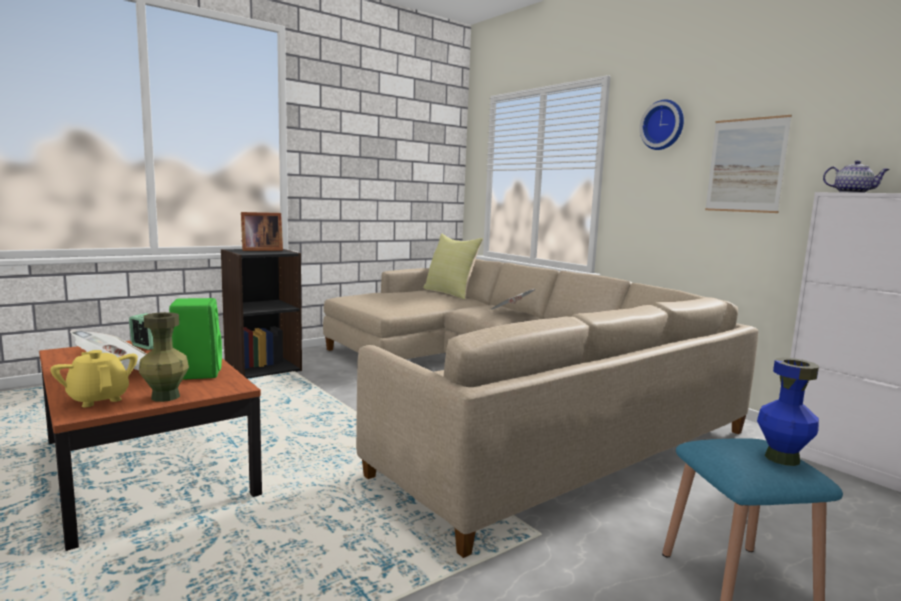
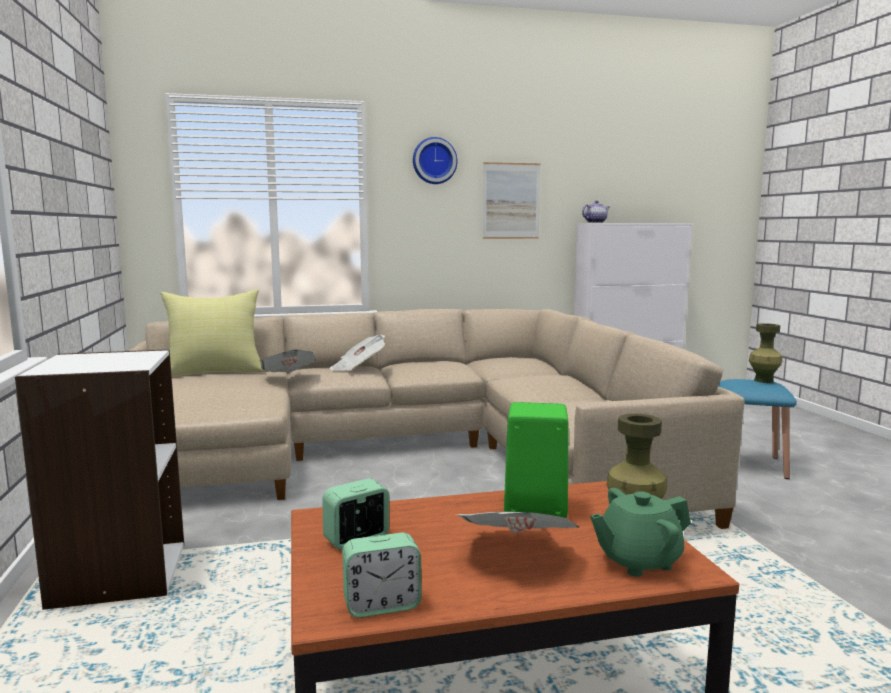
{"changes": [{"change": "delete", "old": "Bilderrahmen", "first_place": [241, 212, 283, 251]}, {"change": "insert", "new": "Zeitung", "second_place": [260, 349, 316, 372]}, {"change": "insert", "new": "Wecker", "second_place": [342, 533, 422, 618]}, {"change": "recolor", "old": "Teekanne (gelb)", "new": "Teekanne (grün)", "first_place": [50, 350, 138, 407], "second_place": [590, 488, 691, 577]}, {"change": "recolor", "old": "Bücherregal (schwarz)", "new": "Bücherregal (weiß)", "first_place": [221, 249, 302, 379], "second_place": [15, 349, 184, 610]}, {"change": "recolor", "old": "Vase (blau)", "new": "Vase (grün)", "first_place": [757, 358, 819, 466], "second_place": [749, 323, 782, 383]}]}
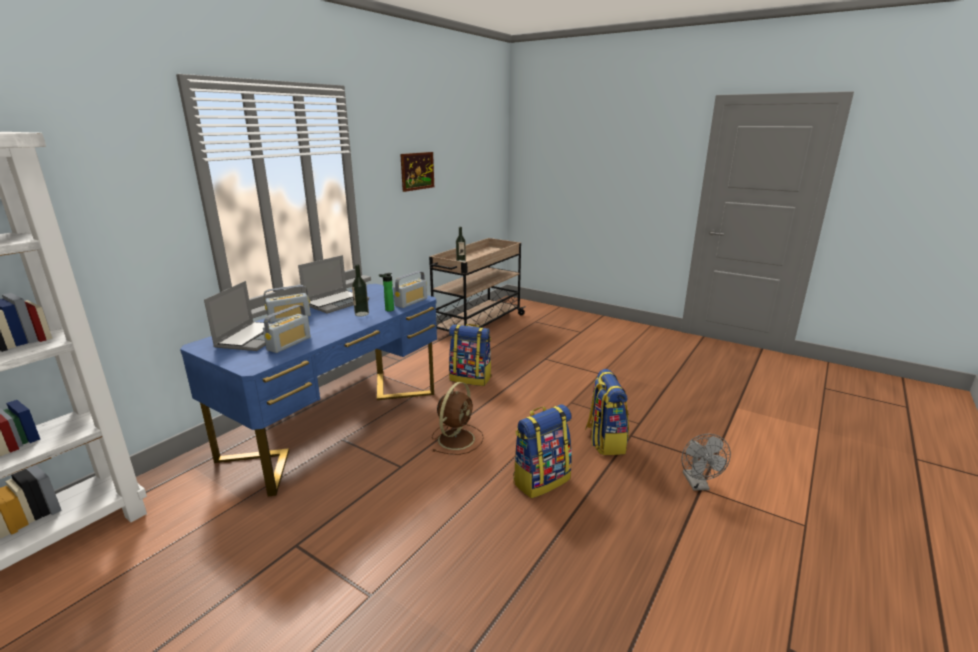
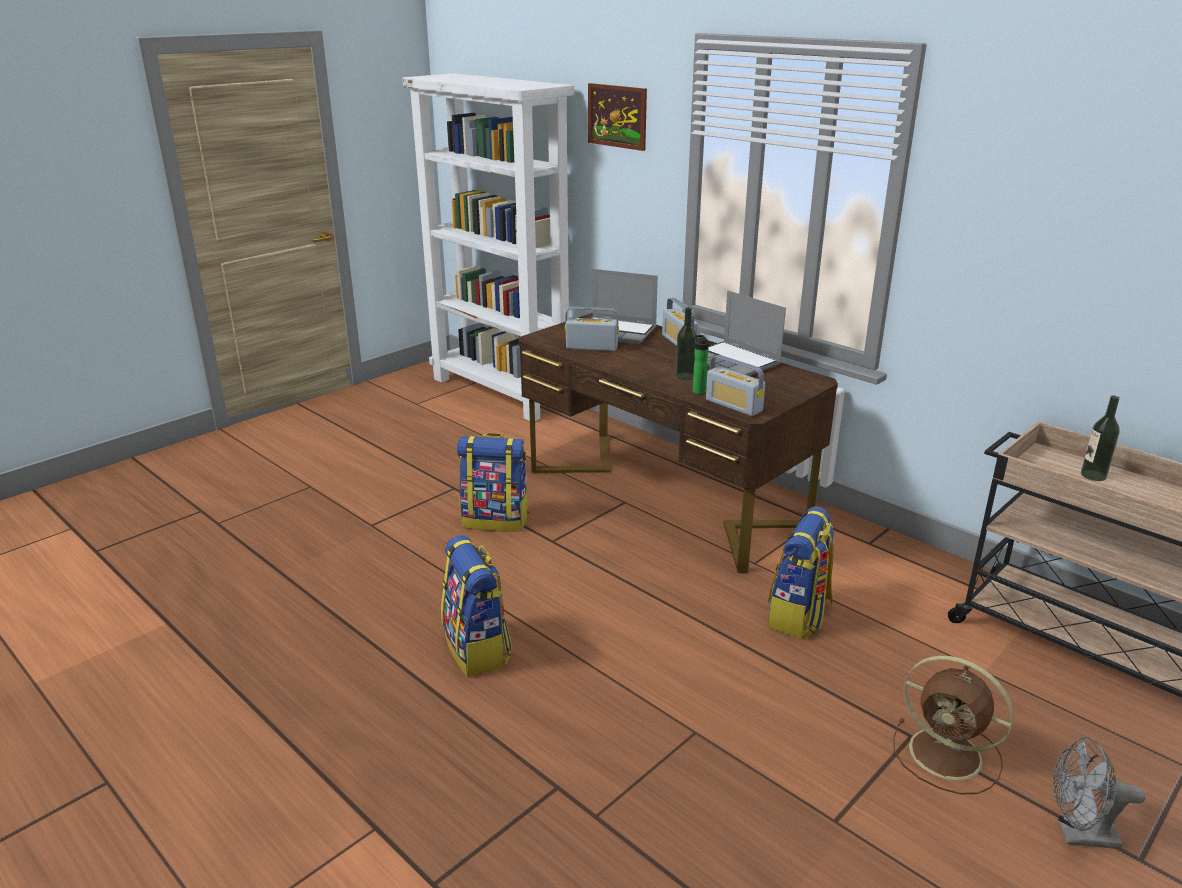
{"changes": [{"change": "move", "old": "Bild", "first_place": [400, 152, 434, 192], "second_place": [588, 83, 647, 151]}, {"change": "move", "old": "Ventilator (braun)", "first_place": [432, 382, 484, 455], "second_place": [893, 656, 1014, 794]}, {"change": "move", "old": "Rucksack", "first_place": [585, 369, 629, 455], "second_place": [457, 433, 529, 532]}, {"change": "move", "old": "Ventilator (grau)", "first_place": [681, 434, 731, 490], "second_place": [1053, 737, 1145, 849]}, {"change": "recolor", "old": "Schreibtisch (blau)", "new": "Schreibtisch (braun)", "first_place": [180, 284, 437, 497], "second_place": [519, 313, 838, 573]}, {"change": "rotate", "old": "Radio", "first_place": [263, 305, 311, 353], "second_place": [565, 307, 619, 351], "degrees": 150}]}
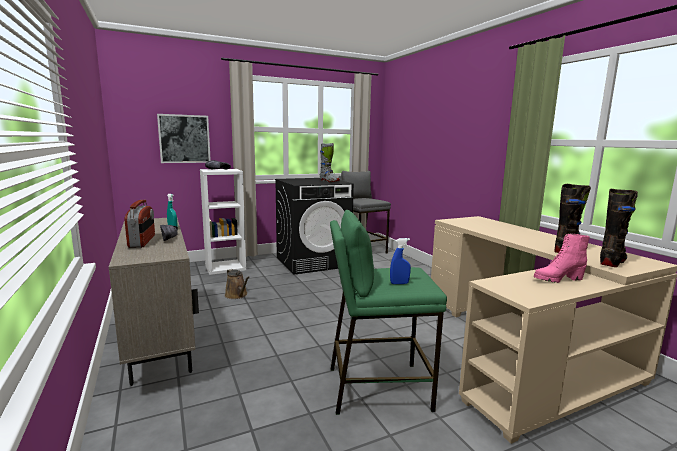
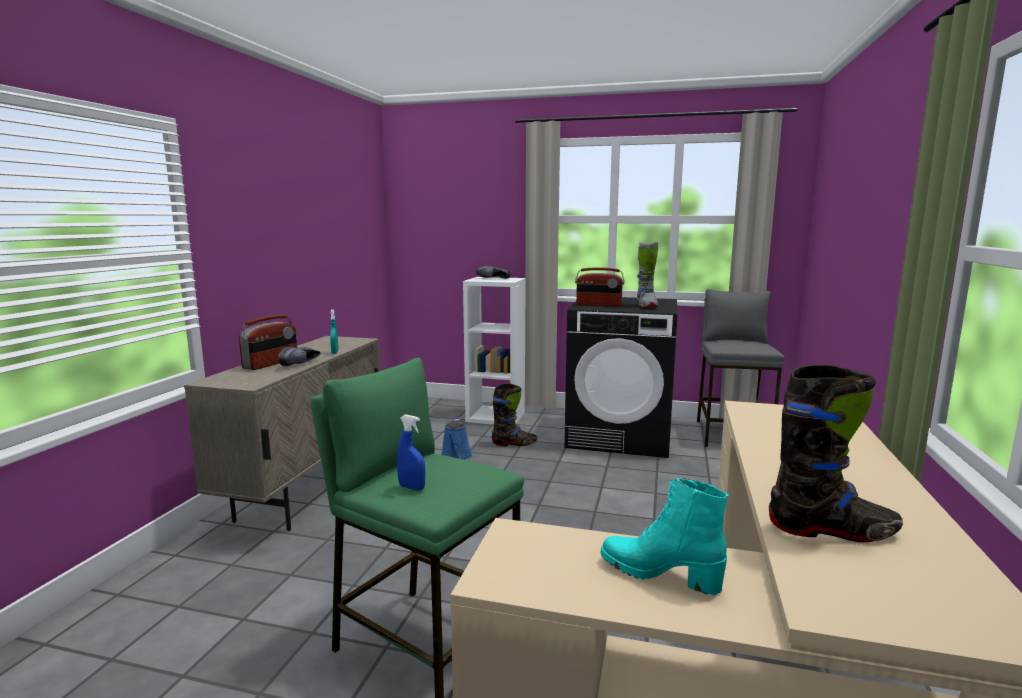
{"changes": [{"change": "delete", "old": "Bild", "first_place": [157, 114, 211, 163]}, {"change": "insert", "new": "Radio", "second_place": [575, 267, 624, 306]}, {"change": "move", "old": "Stiefel (schwarz)", "first_place": [600, 189, 638, 267], "second_place": [492, 383, 537, 446]}, {"change": "recolor", "old": "Gießkanne (braun)", "new": "Gießkanne (blau)", "first_place": [225, 269, 250, 299], "second_place": [441, 419, 472, 460]}, {"change": "recolor", "old": "Stiefel (rosa)", "new": "Stiefel (türkis)", "first_place": [534, 234, 590, 283], "second_place": [601, 478, 728, 595]}]}
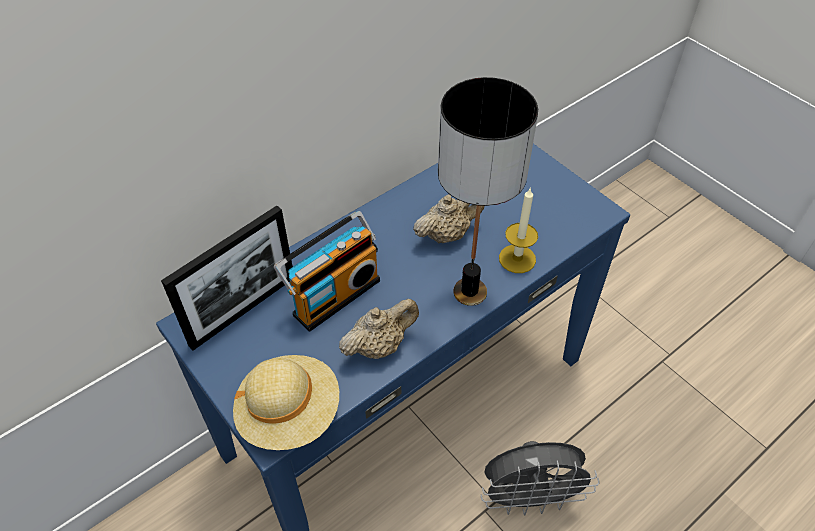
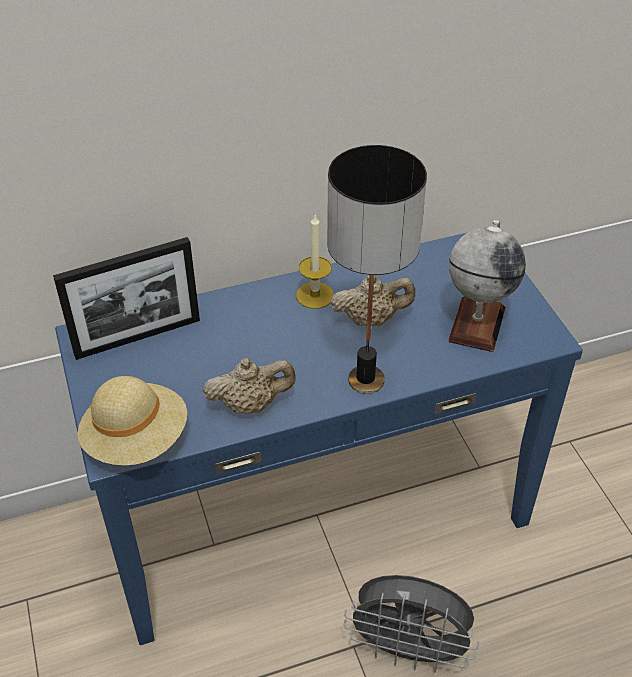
{"changes": [{"change": "delete", "old": "Radio", "first_place": [274, 211, 380, 332]}, {"change": "insert", "new": "Globus", "second_place": [448, 220, 526, 352]}, {"change": "move", "old": "Kerze", "first_place": [499, 187, 538, 273], "second_place": [296, 215, 334, 309]}]}
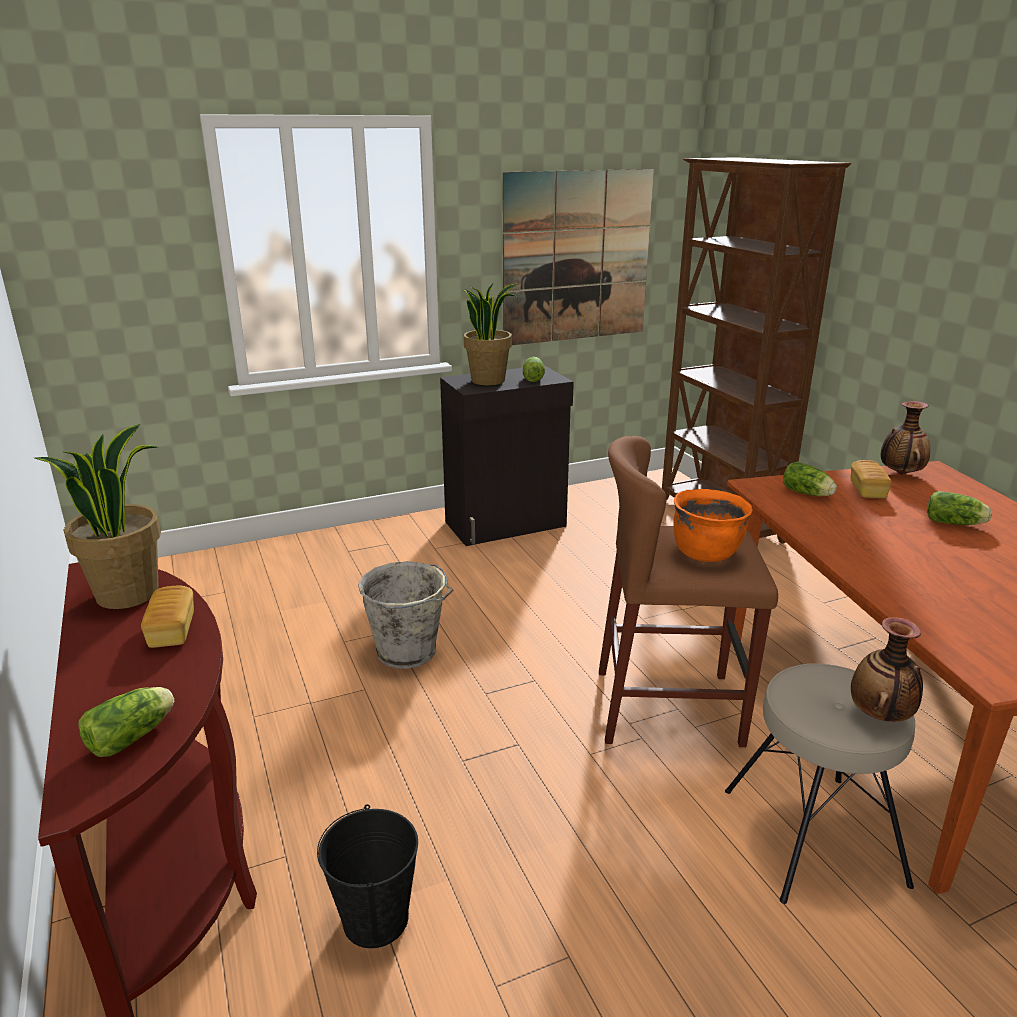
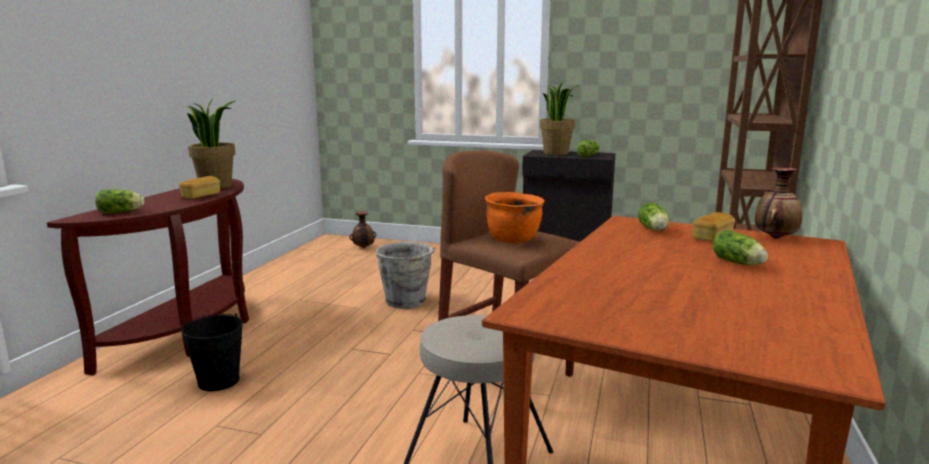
{"changes": [{"change": "delete", "old": "Bild", "first_place": [503, 169, 654, 345]}, {"change": "move", "old": "Vase", "first_place": [851, 617, 923, 722], "second_place": [350, 211, 376, 248]}]}
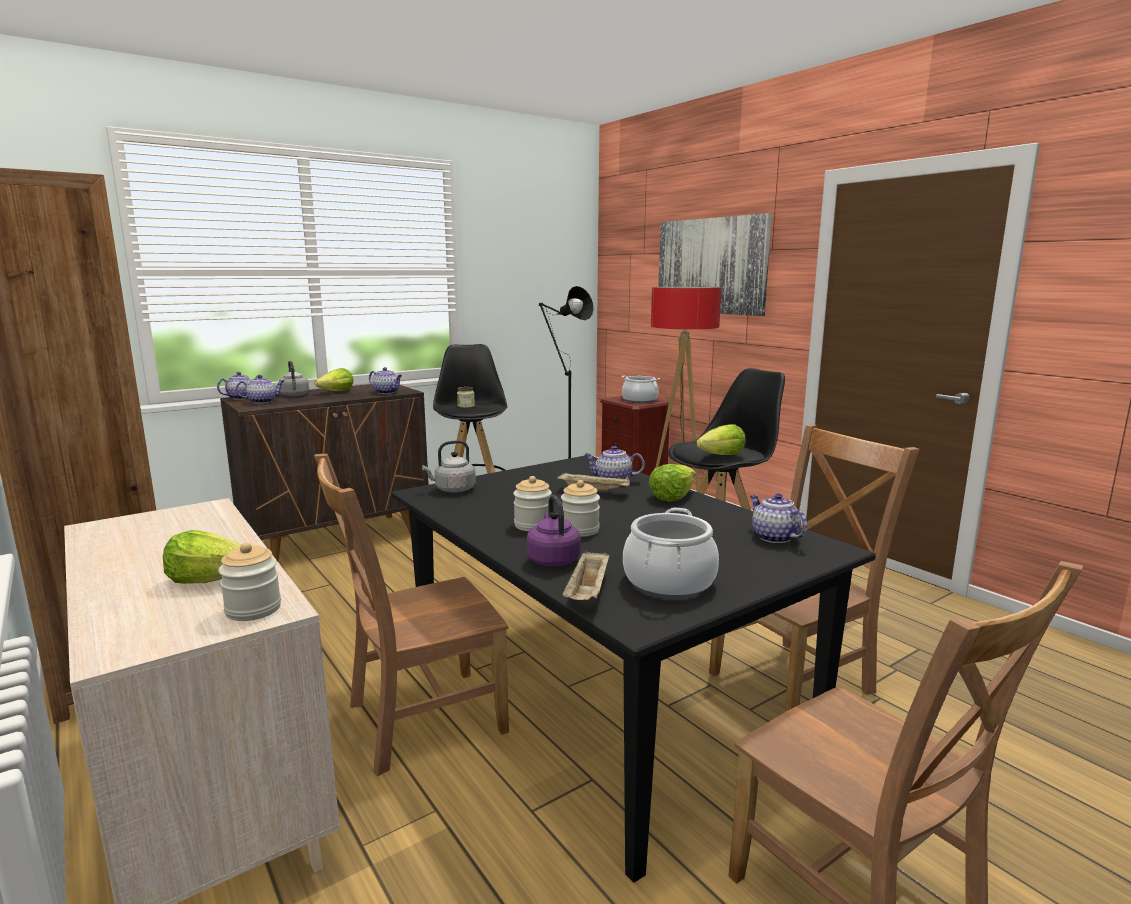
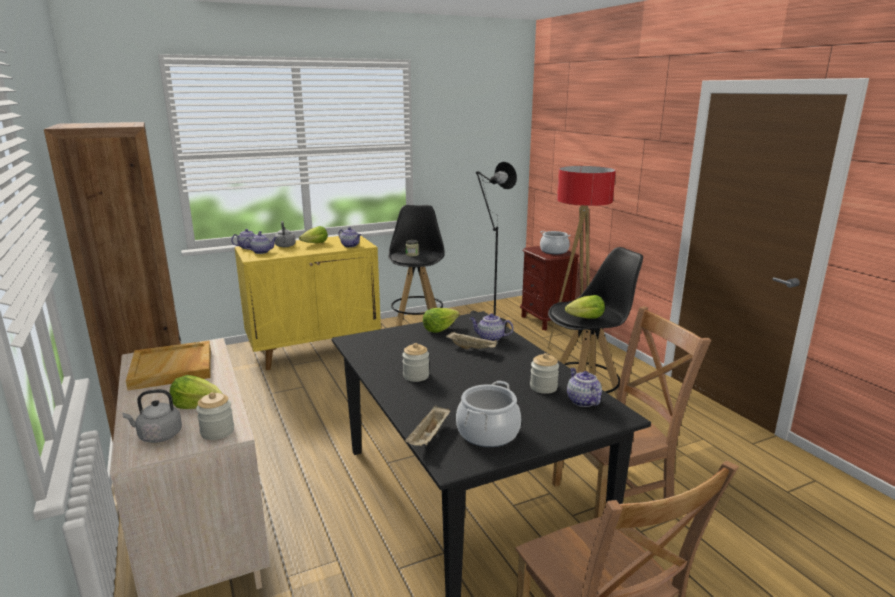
{"changes": [{"change": "delete", "old": "Stuhl (braun)", "first_place": [314, 454, 509, 776]}, {"change": "delete", "old": "Wasserkessel (lila)", "first_place": [527, 495, 581, 567]}, {"change": "delete", "old": "Bild", "first_place": [658, 213, 772, 316]}, {"change": "insert", "new": "Tablett (beige)", "second_place": [126, 341, 211, 390]}, {"change": "move", "old": "Wasserkessel (grau)", "first_place": [422, 440, 476, 493], "second_place": [122, 389, 182, 443]}, {"change": "move", "old": "Vorratsglas", "first_place": [561, 480, 600, 537], "second_place": [530, 353, 559, 394]}, {"change": "move", "old": "Salatkopf", "first_place": [649, 464, 696, 501], "second_place": [423, 308, 460, 333]}, {"change": "recolor", "old": "Schrank (braun)", "new": "Schrank (gelb)", "first_place": [220, 384, 429, 562], "second_place": [234, 235, 381, 370]}]}
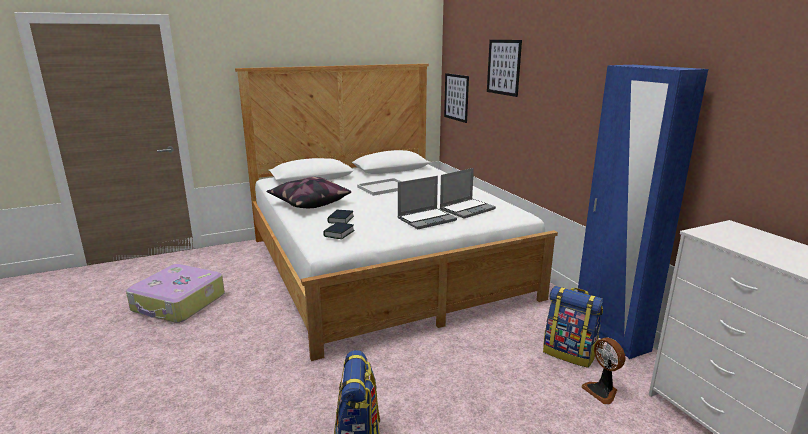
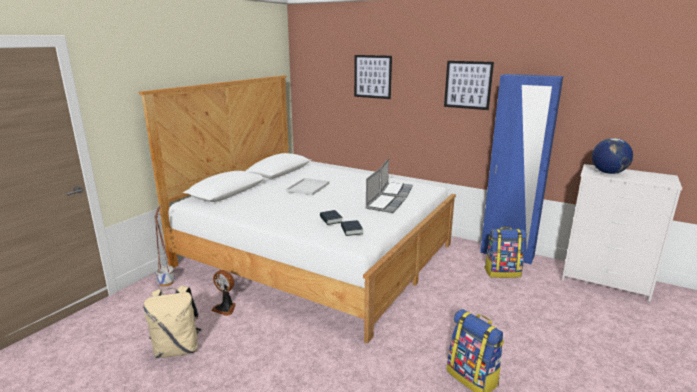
{"changes": [{"change": "delete", "old": "Kissen", "first_place": [266, 177, 351, 208]}, {"change": "insert", "new": "Pflanzkübel", "second_place": [154, 205, 175, 287]}, {"change": "insert", "new": "Globus", "second_place": [592, 138, 633, 174]}, {"change": "move", "old": "Bild", "first_place": [444, 73, 469, 123], "second_place": [444, 61, 494, 110]}, {"change": "move", "old": "Ventilator", "first_place": [581, 337, 626, 404], "second_place": [211, 270, 236, 316]}, {"change": "replace", "old": "Koffer", "new": "Rucksack (beige)", "first_place": [126, 264, 225, 323], "second_place": [143, 286, 201, 358]}]}
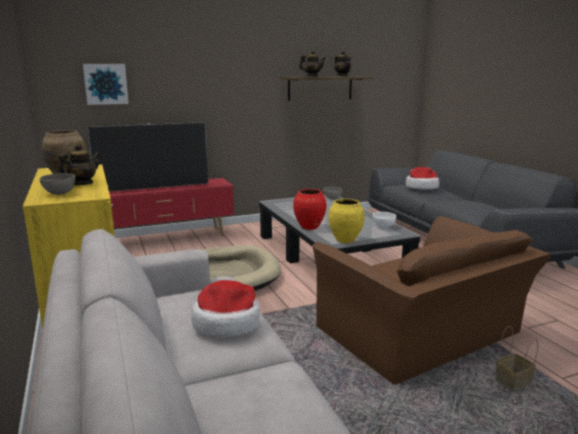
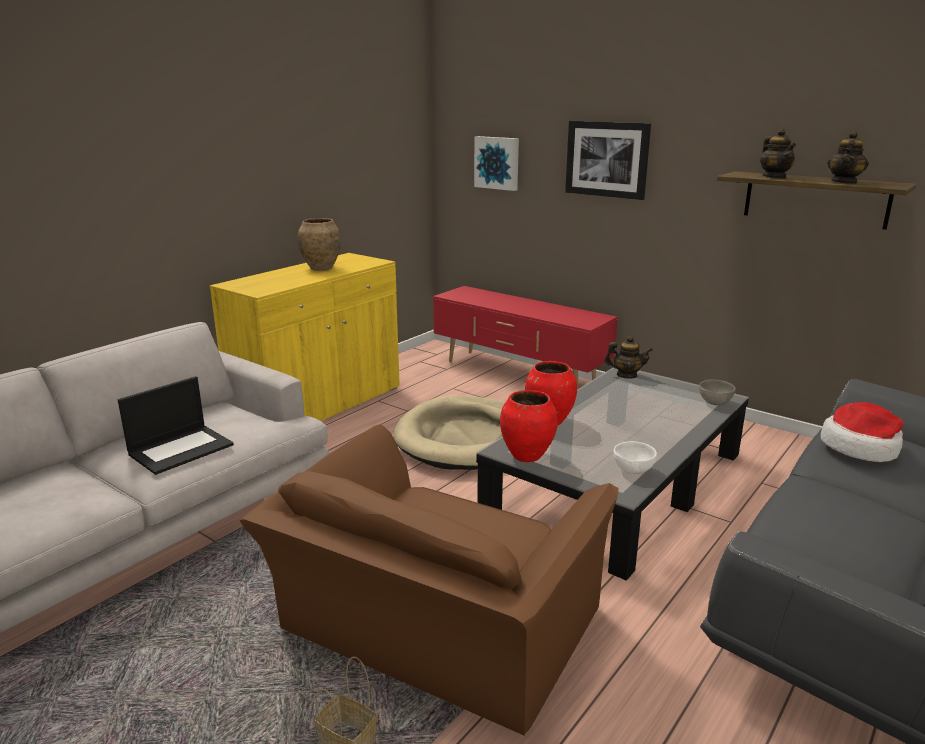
{"changes": [{"change": "delete", "old": "Schüssel (grau)", "first_place": [40, 173, 75, 195]}, {"change": "delete", "old": "Fernseher", "first_place": [88, 122, 208, 192]}, {"change": "insert", "new": "Bild", "second_place": [565, 120, 651, 200]}, {"change": "move", "old": "Teekanne", "first_place": [58, 144, 100, 185], "second_place": [604, 336, 653, 379]}, {"change": "replace", "old": "Hut", "new": "Laptop", "first_place": [191, 280, 260, 337], "second_place": [118, 376, 234, 475]}, {"change": "recolor", "old": "Vase (gelb)", "new": "Vase (rot)", "first_place": [328, 199, 365, 243], "second_place": [500, 390, 558, 462]}]}
